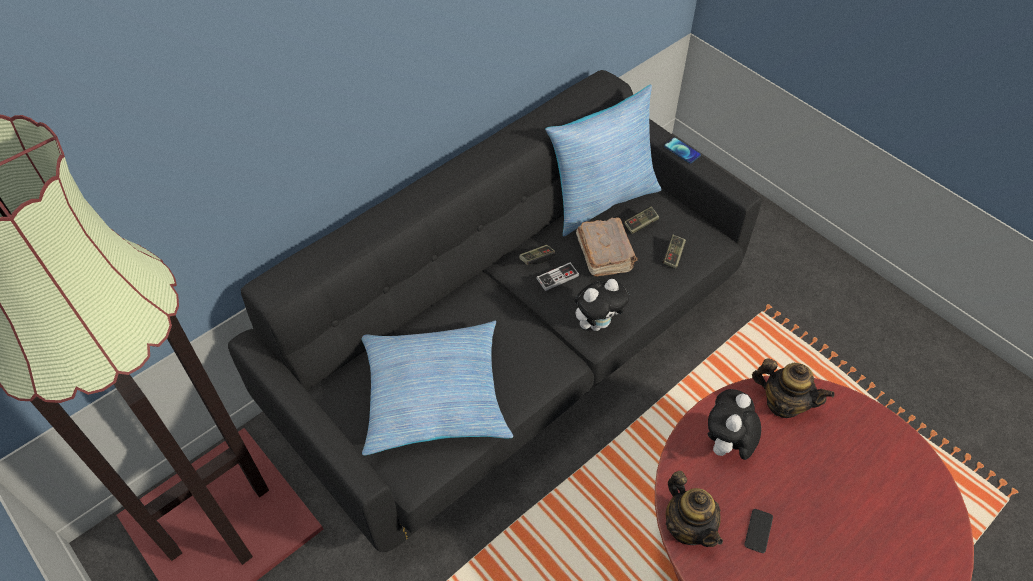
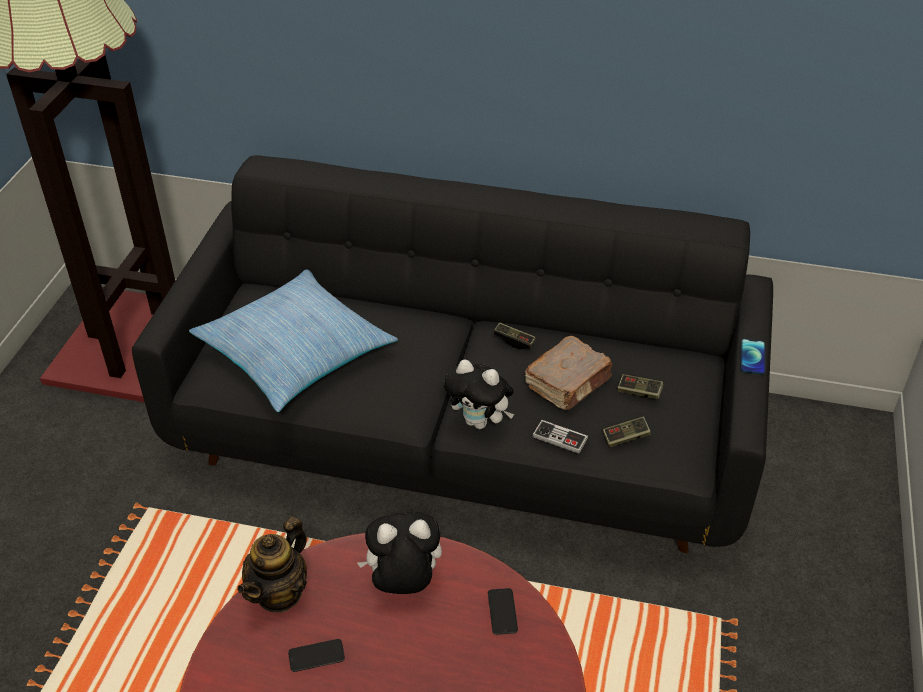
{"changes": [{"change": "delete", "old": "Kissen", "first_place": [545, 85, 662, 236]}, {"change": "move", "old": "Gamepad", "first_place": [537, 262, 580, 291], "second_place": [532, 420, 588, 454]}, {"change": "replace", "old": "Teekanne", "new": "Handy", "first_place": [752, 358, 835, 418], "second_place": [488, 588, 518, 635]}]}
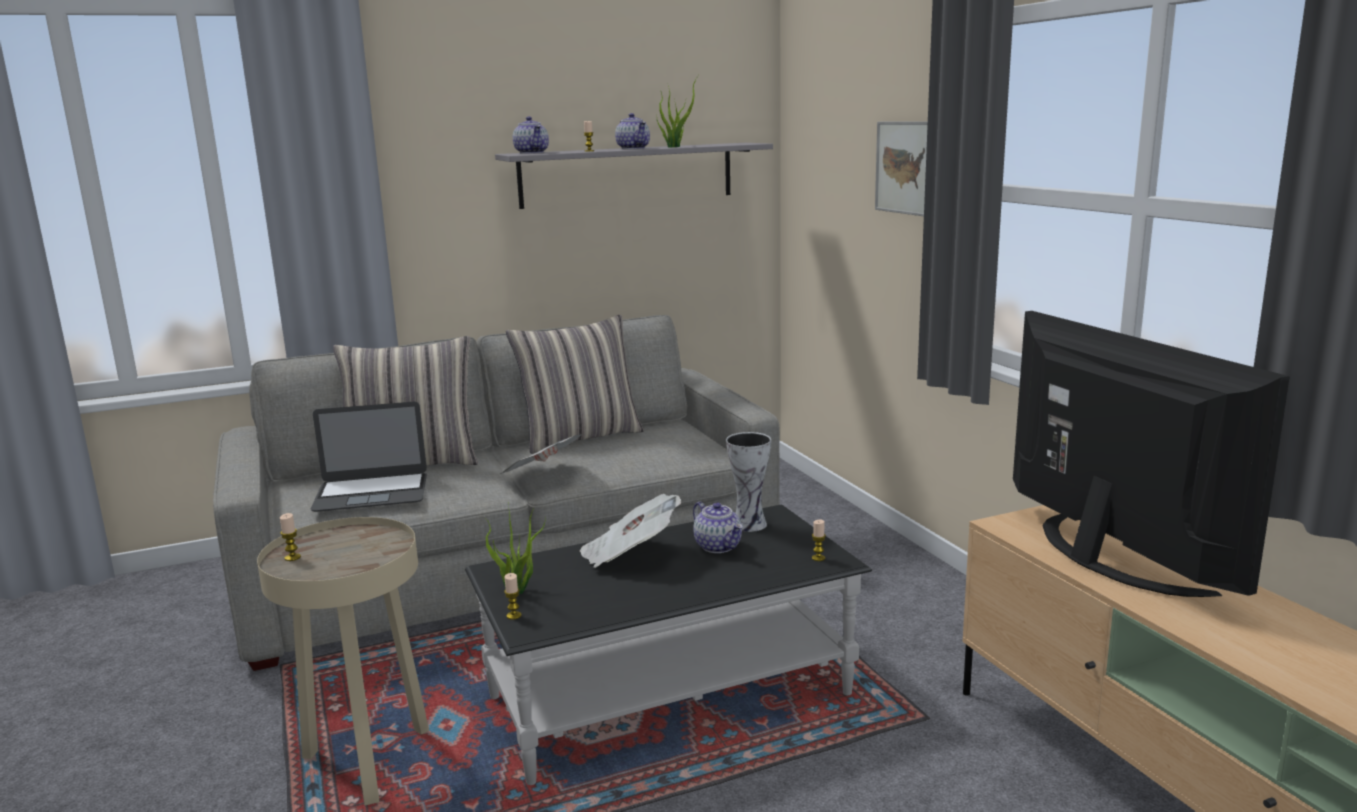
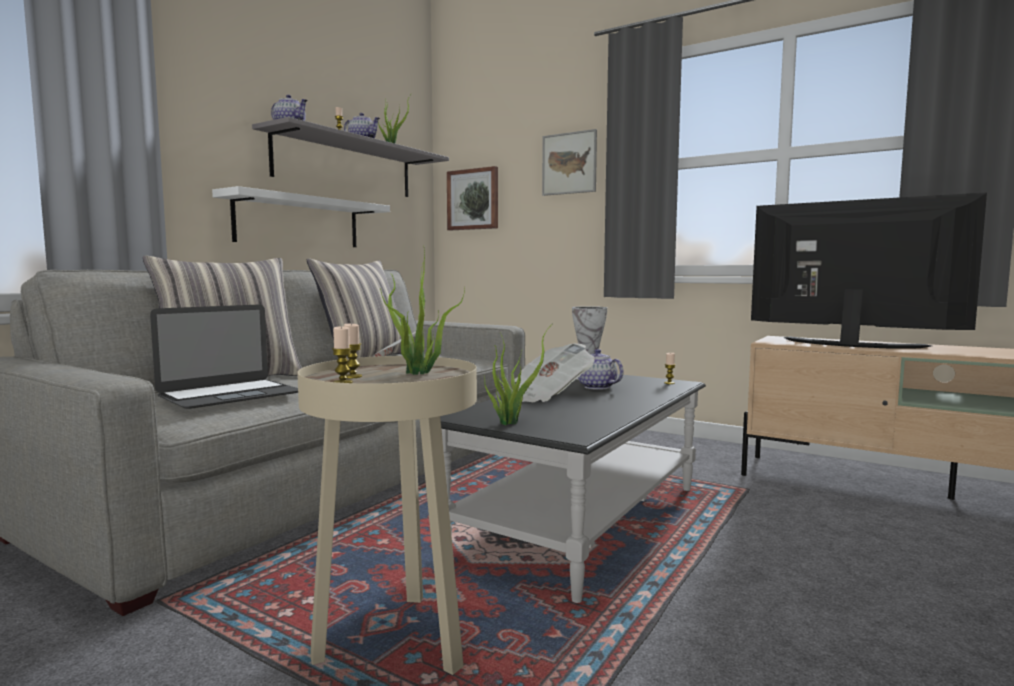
{"changes": [{"change": "insert", "new": "Wandregal (weiß)", "second_place": [212, 186, 390, 247]}, {"change": "insert", "new": "Topfpflanze", "second_place": [380, 250, 465, 375]}, {"change": "insert", "new": "Bild", "second_place": [447, 166, 498, 230]}, {"change": "move", "old": "Kerze", "first_place": [504, 573, 522, 620], "second_place": [344, 323, 362, 378]}, {"change": "rotate", "old": "Teekanne", "first_place": [693, 502, 743, 553], "second_place": [578, 349, 623, 390], "degrees": -150}]}
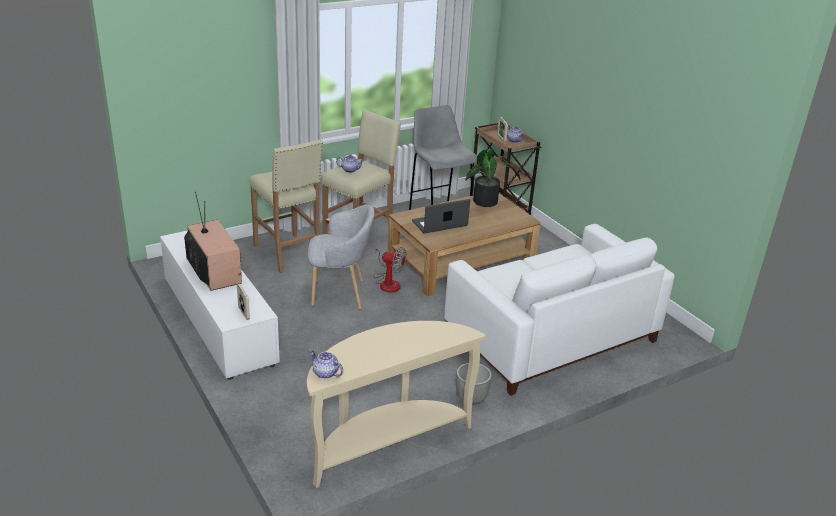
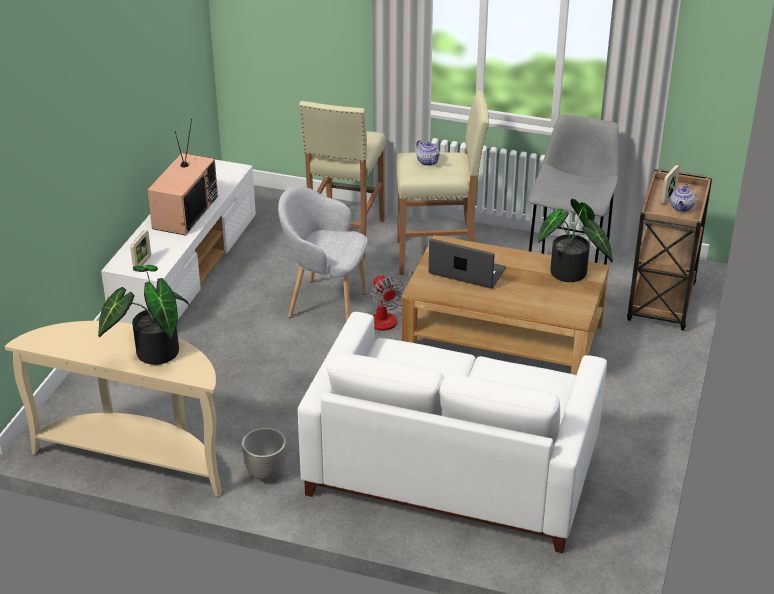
{"changes": [{"change": "delete", "old": "Teekanne", "first_place": [309, 349, 343, 379]}, {"change": "insert", "new": "Topfpflanze", "second_place": [98, 265, 189, 365]}, {"change": "rotate", "old": "Sessel (grau)", "first_place": [308, 205, 375, 309], "second_place": [278, 186, 368, 321], "degrees": 150}]}
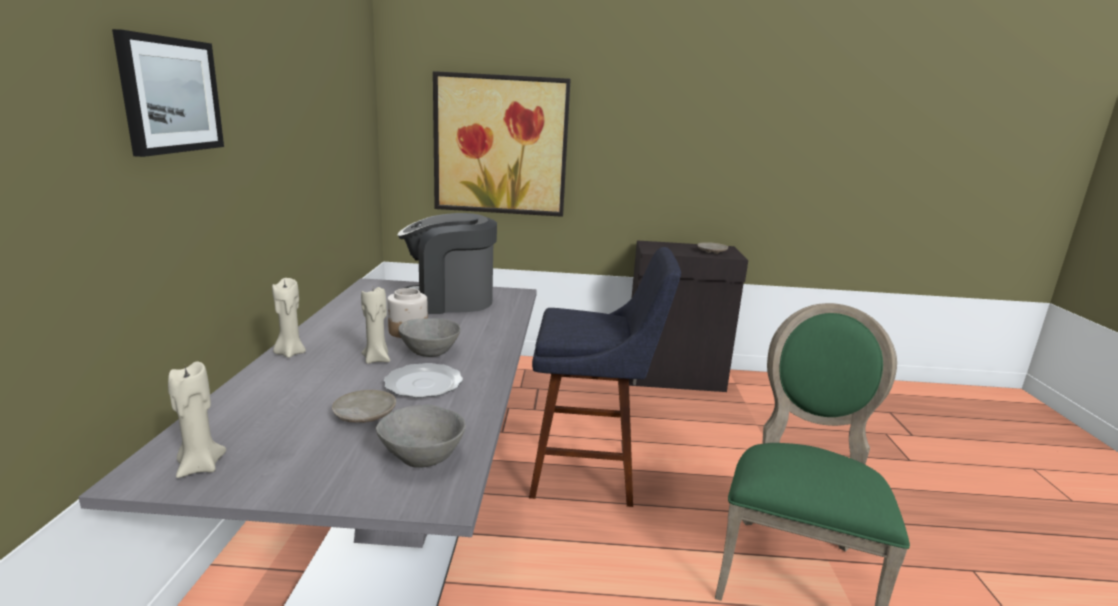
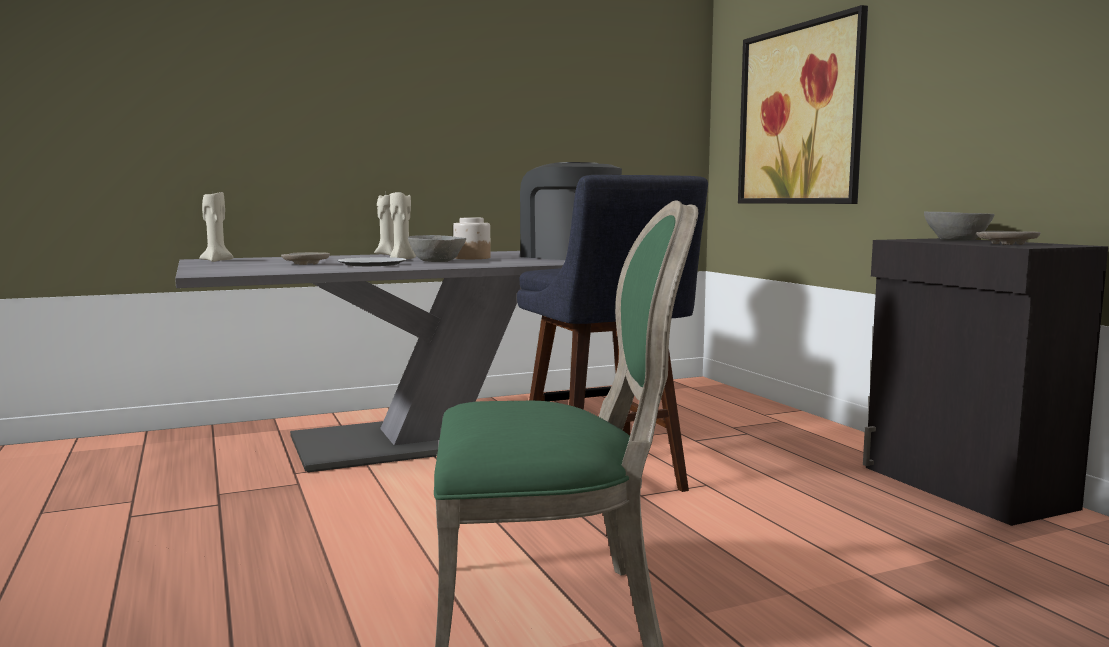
{"changes": [{"change": "delete", "old": "Bild", "first_place": [112, 29, 224, 157]}, {"change": "move", "old": "Schüssel (grau)", "first_place": [376, 405, 466, 468], "second_place": [924, 211, 995, 241]}]}
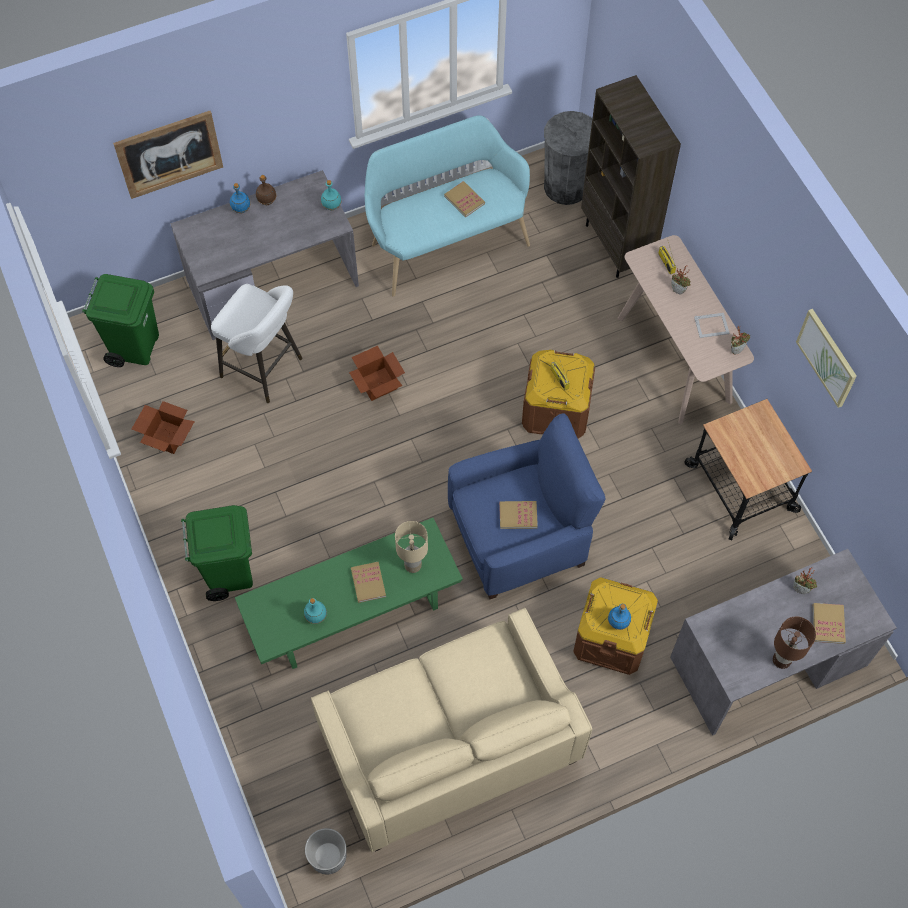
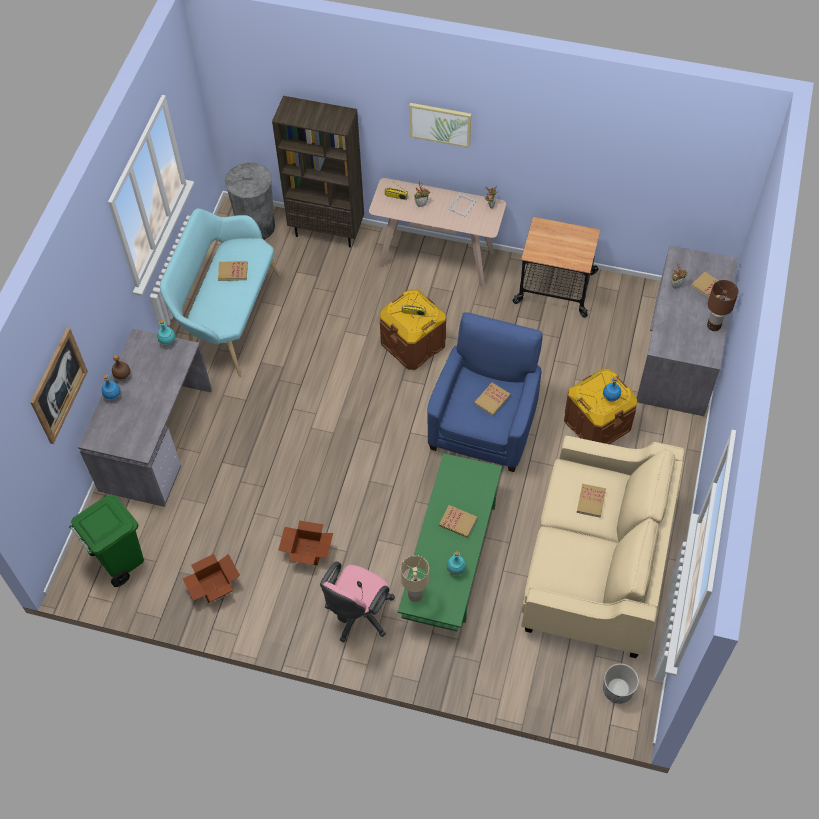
{"changes": [{"change": "delete", "old": "Hocker (weiß)", "first_place": [211, 284, 302, 403]}, {"change": "insert", "new": "Buch", "second_place": [577, 484, 606, 518]}, {"change": "move", "old": "Karton", "first_place": [349, 346, 405, 401], "second_place": [278, 521, 333, 566]}, {"change": "move", "old": "Tischlampe (beige)", "first_place": [395, 521, 428, 573], "second_place": [401, 555, 429, 602]}, {"change": "move", "old": "Bild", "first_place": [796, 309, 857, 408], "second_place": [409, 103, 471, 148]}, {"change": "replace", "old": "Mülleimer (grün)", "new": "Bürostuhl (rosa)", "first_place": [181, 505, 253, 601], "second_place": [320, 561, 395, 642]}]}
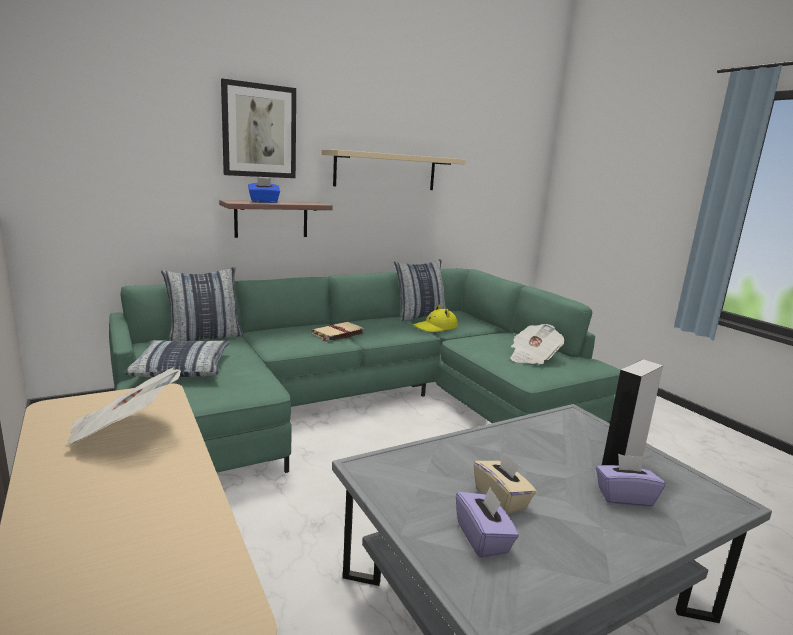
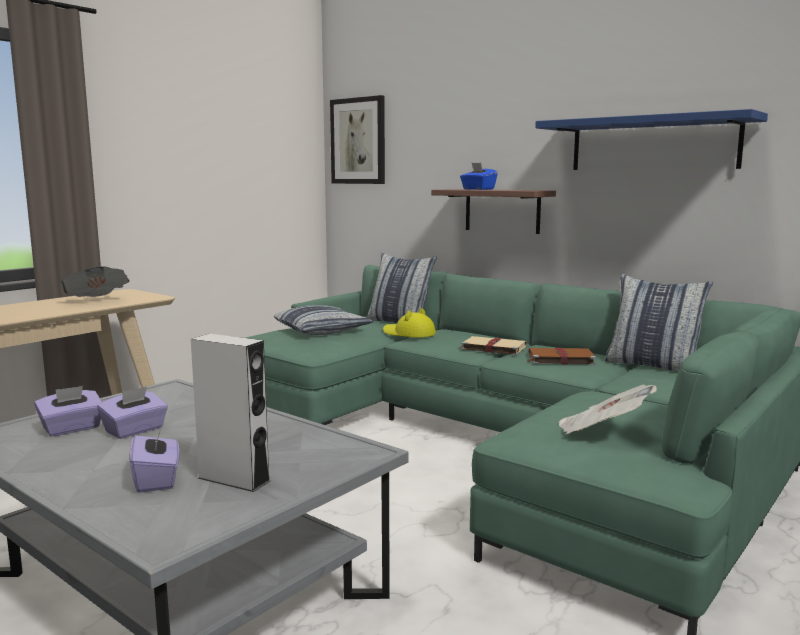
{"changes": [{"change": "insert", "new": "Buch (braun)", "second_place": [527, 348, 596, 365]}, {"change": "move", "old": "Bild", "first_place": [221, 78, 296, 178], "second_place": [330, 95, 385, 184]}, {"change": "move", "old": "Hut (gelb)", "first_place": [413, 305, 458, 332], "second_place": [383, 308, 436, 338]}, {"change": "recolor", "old": "Wandregal (beige)", "new": "Wandregal (blau)", "first_place": [322, 149, 466, 190], "second_place": [535, 109, 768, 170]}, {"change": "recolor", "old": "Taschentuchbox (beige)", "new": "Taschentuchbox (lila)", "first_place": [474, 453, 536, 514], "second_place": [97, 386, 168, 439]}]}
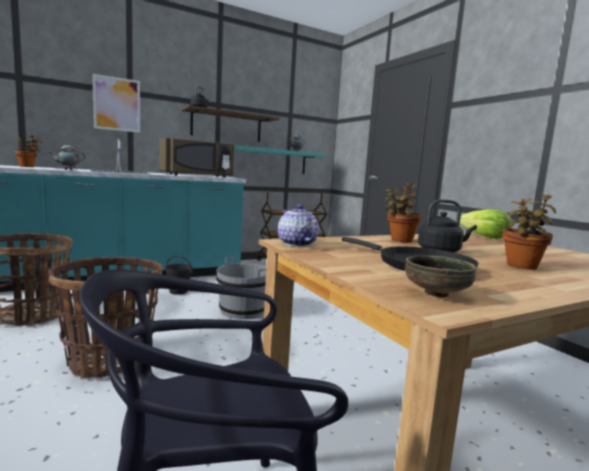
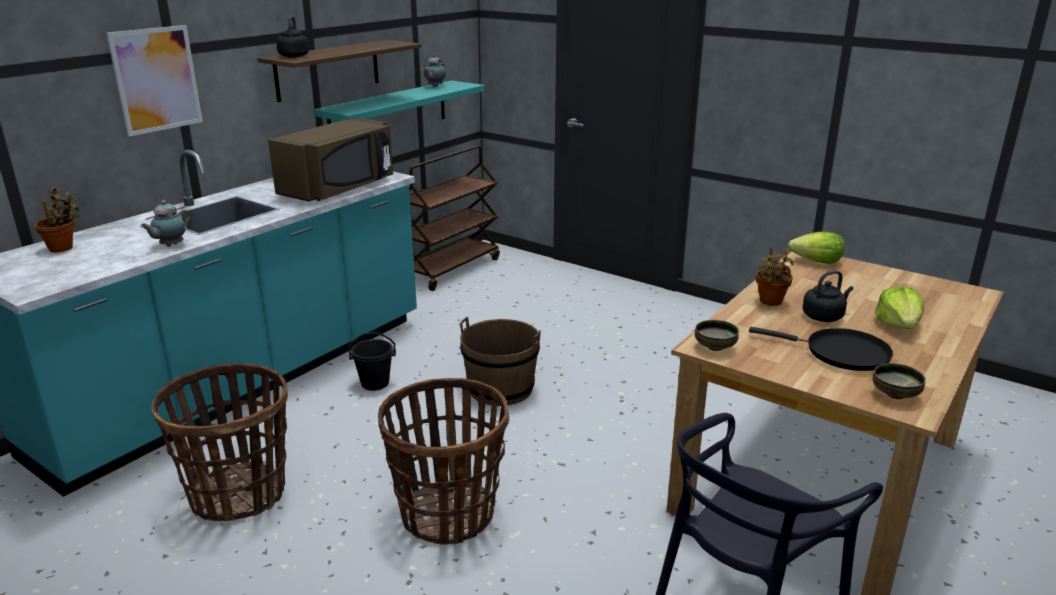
{"changes": [{"change": "replace", "old": "Teekanne", "new": "Schüssel", "first_place": [278, 204, 319, 247], "second_place": [695, 320, 739, 351]}, {"change": "replace", "old": "Topfpflanze", "new": "Salatkopf", "first_place": [502, 193, 556, 270], "second_place": [875, 286, 924, 329]}, {"change": "recolor", "old": "Eimer (grau)", "new": "Eimer (braun)", "first_place": [216, 256, 266, 319], "second_place": [460, 317, 541, 406]}]}
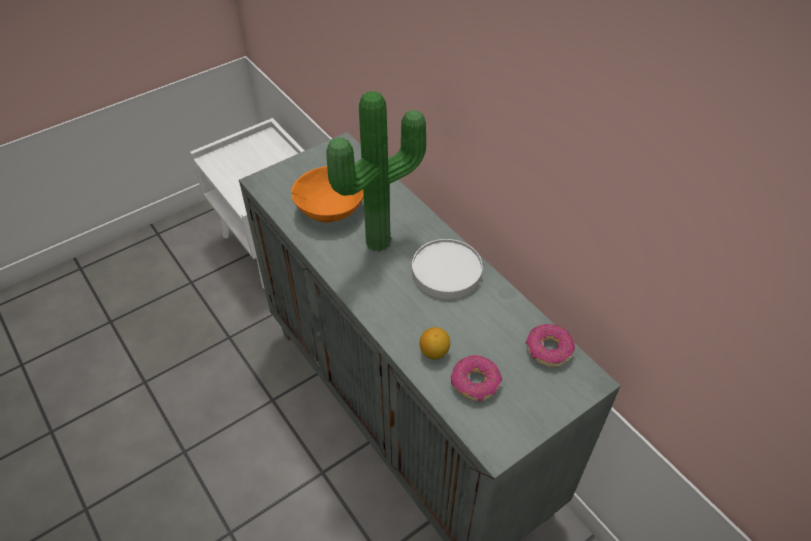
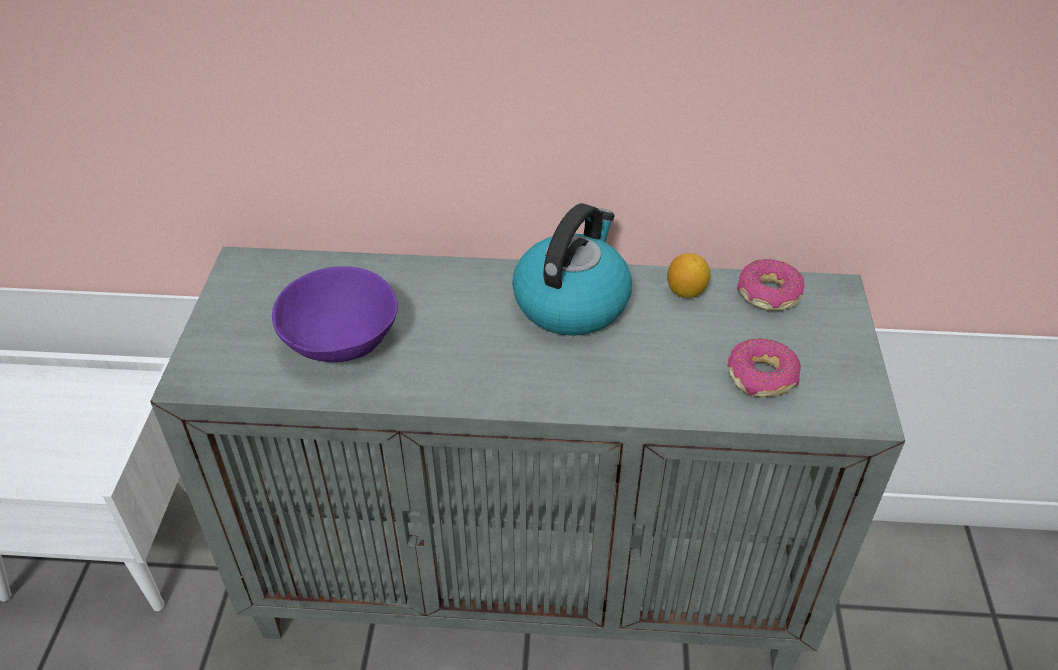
{"changes": [{"change": "delete", "old": "Topfpflanze", "first_place": [326, 91, 426, 252]}, {"change": "move", "old": "Zitrone", "first_place": [419, 327, 450, 360], "second_place": [667, 253, 710, 298]}, {"change": "replace", "old": "Teller (weiß)", "new": "Wasserkessel", "first_place": [412, 239, 483, 299], "second_place": [512, 203, 632, 336]}, {"change": "recolor", "old": "Schüssel (orange)", "new": "Schüssel (lila)", "first_place": [291, 166, 363, 223], "second_place": [272, 266, 398, 362]}]}
